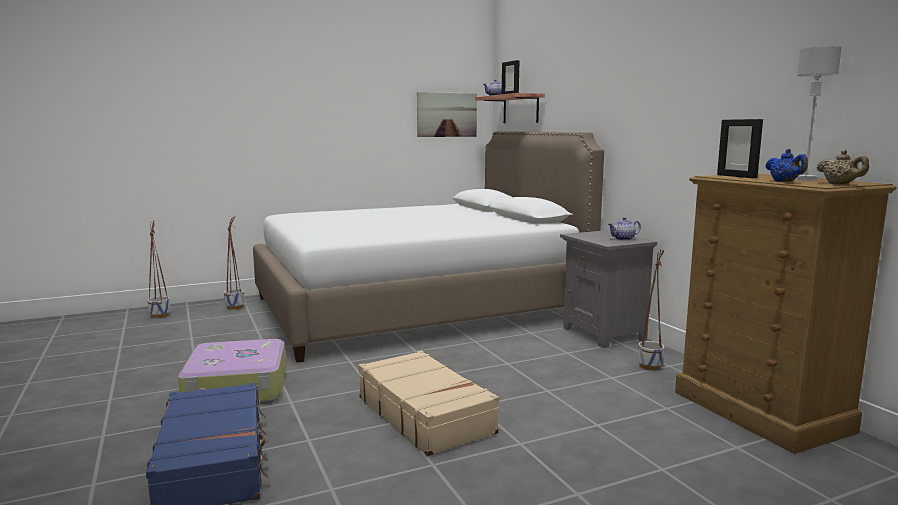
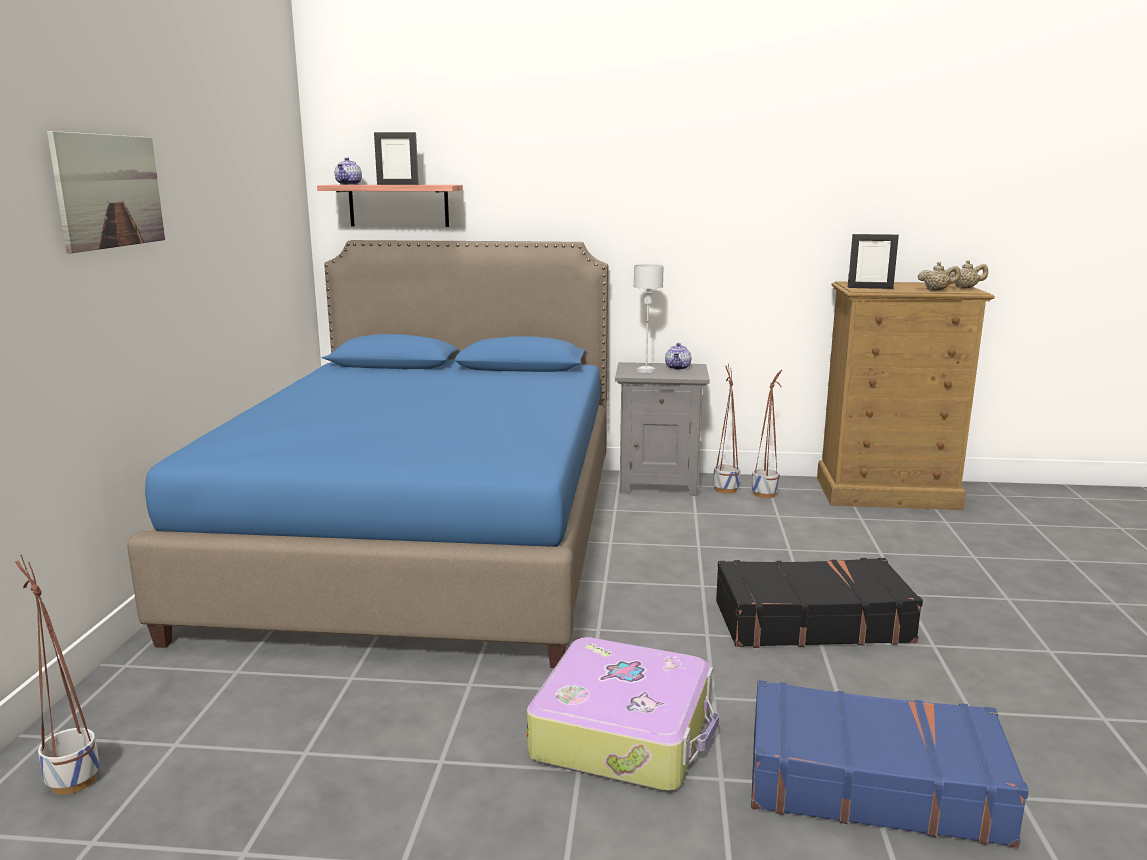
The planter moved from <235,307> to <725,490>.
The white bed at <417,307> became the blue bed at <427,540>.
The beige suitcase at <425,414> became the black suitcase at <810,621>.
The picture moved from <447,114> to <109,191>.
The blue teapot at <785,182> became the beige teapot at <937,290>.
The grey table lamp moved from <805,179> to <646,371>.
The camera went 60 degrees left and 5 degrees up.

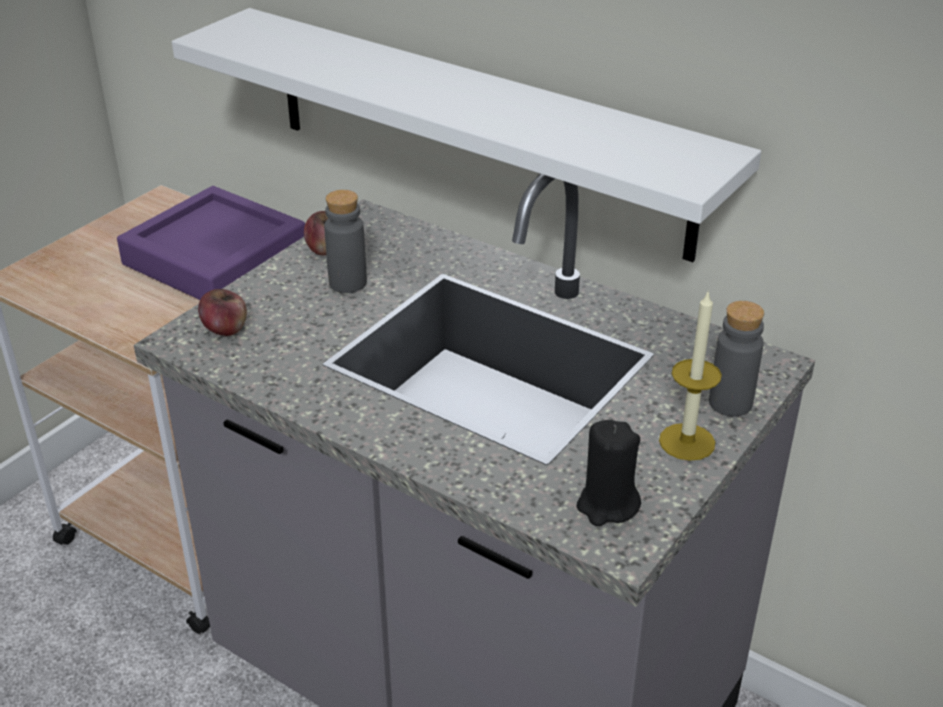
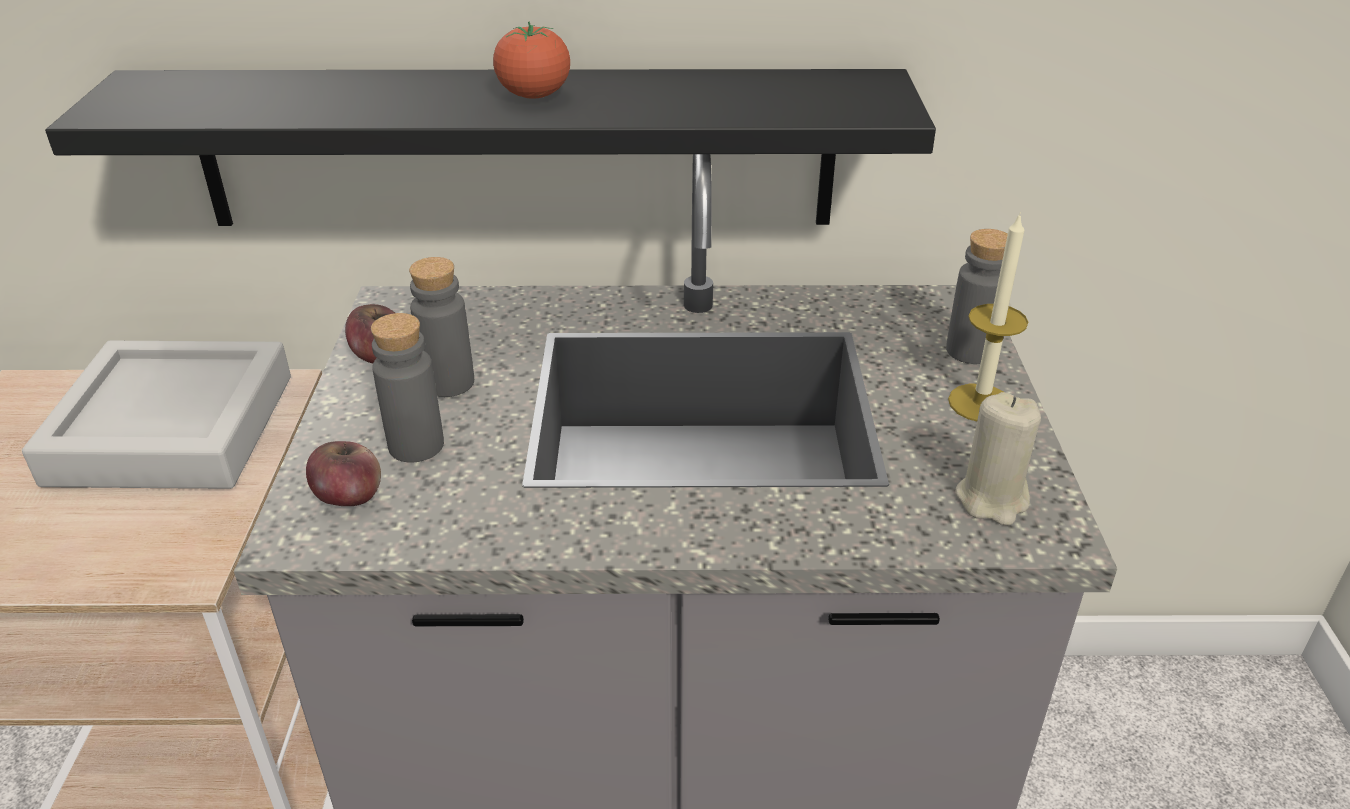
The purple tray at <215,257> became the grey tray at <173,429>.
The white shelf at <475,130> became the black shelf at <518,149>.
The black candle at <607,505> became the beige candle at <992,499>.
The grey bottle at <416,445> appeared.
The tomato at <534,96> appeared.
The camera went 35 degrees left and 0 degrees up.

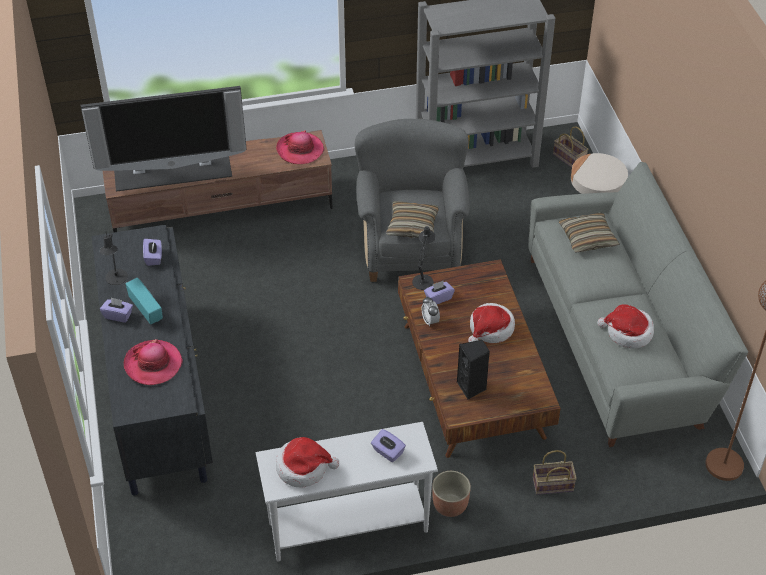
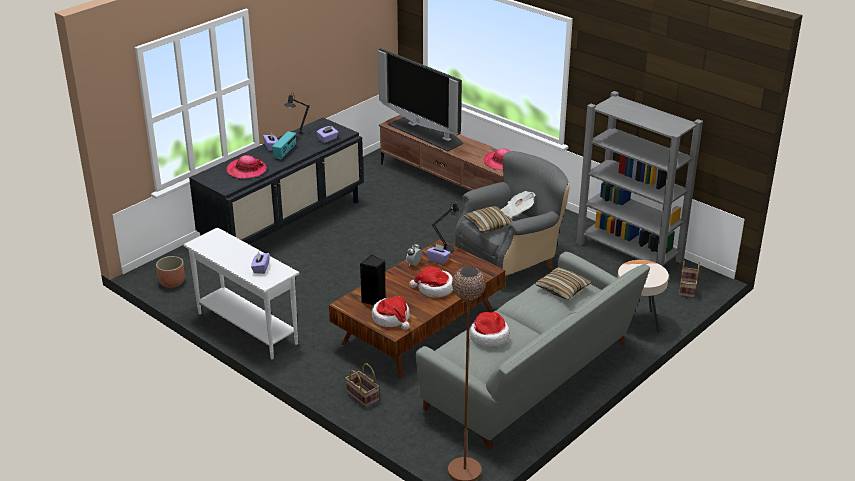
The hat moved from <303,468> to <391,318>.
The planter moved from <450,504> to <172,282>.
The newspaper at <517,212> appeared.
The camera went 55 degrees right and 15 degrees down.

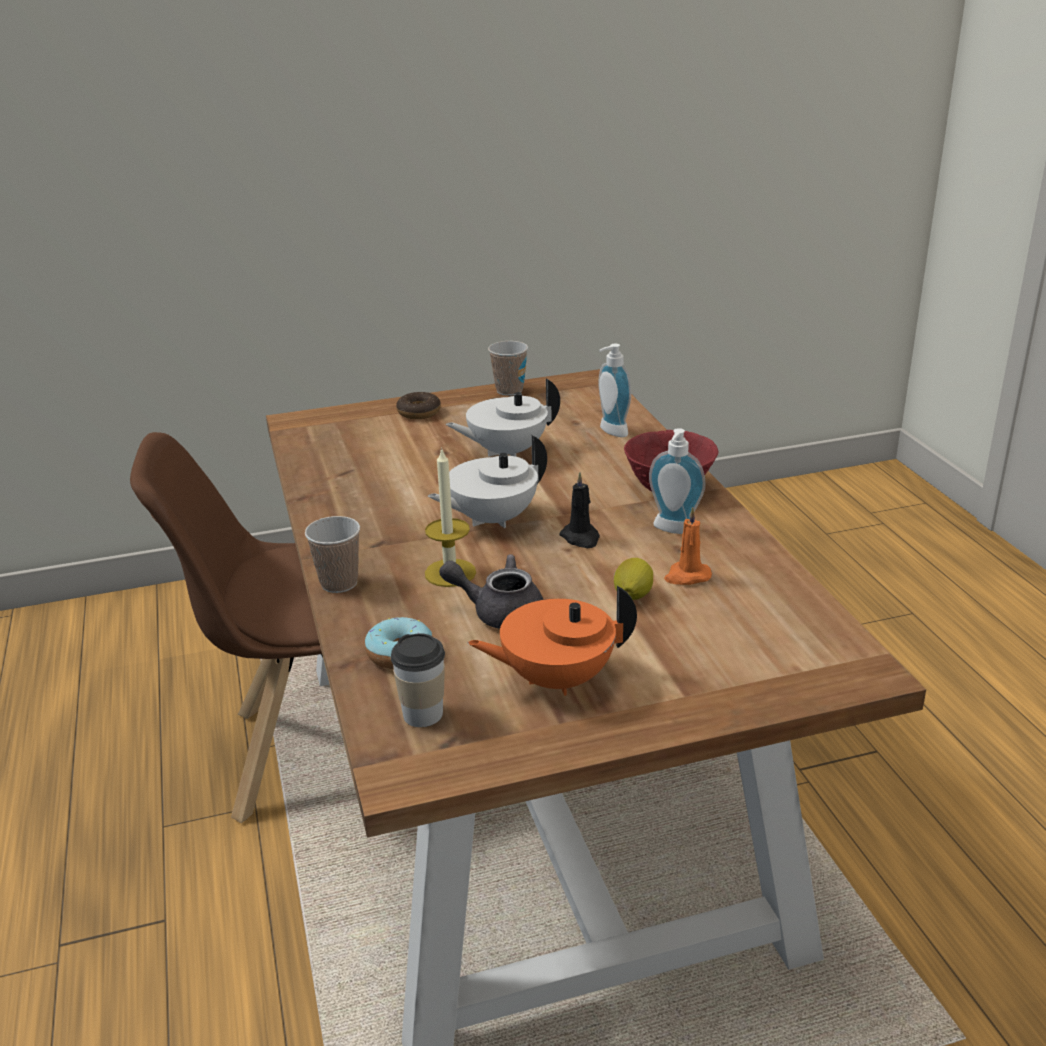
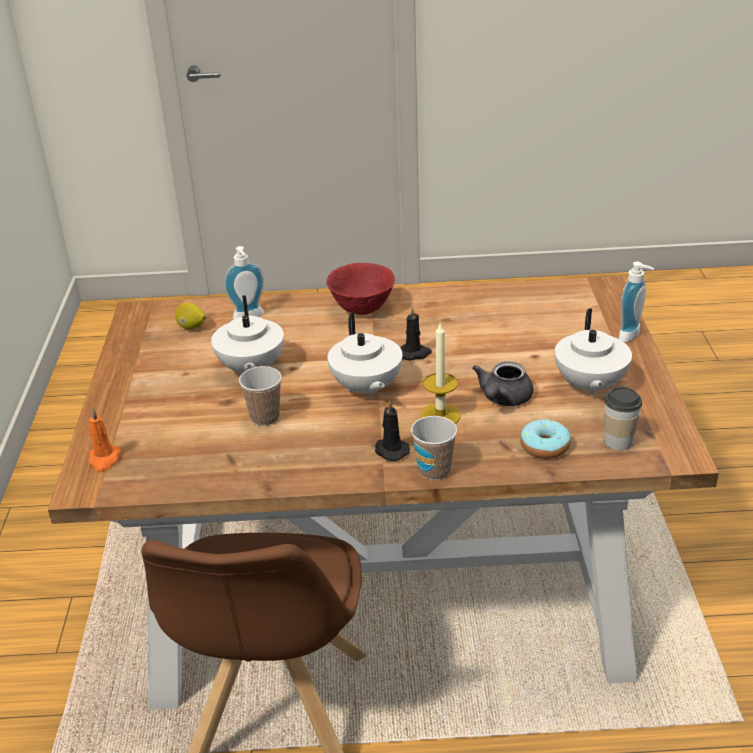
The donut at <419,412> disappeared.
The orange teapot at <556,679> became the white teapot at <589,386>.
The cup moved from <509,390> to <265,417>.
The lemon moved from <632,596> to <191,327>.
The soap dispenser moved from <673,530> to <632,336>.
The orange candle moved from <687,576> to <104,459>.
The black candle at <390,450> appeared.
The camera went 75 degrees left and 5 degrees up.

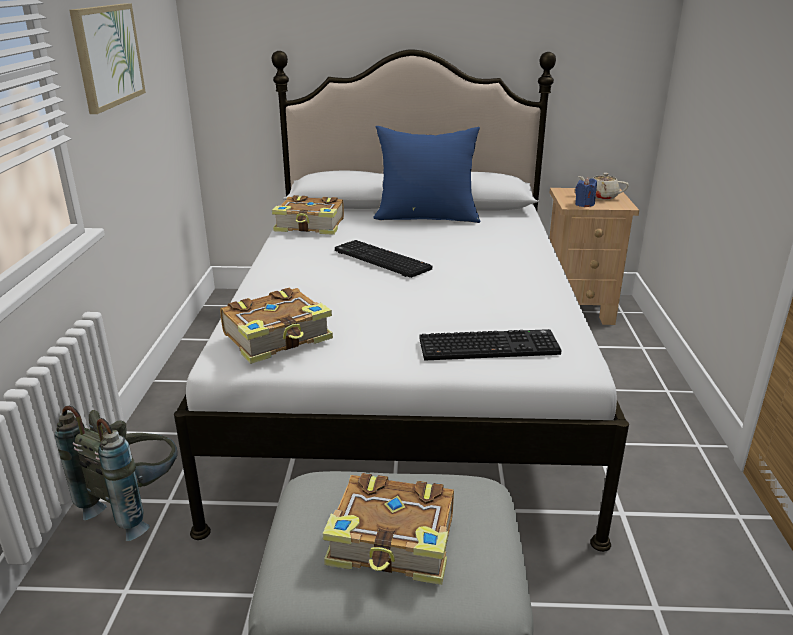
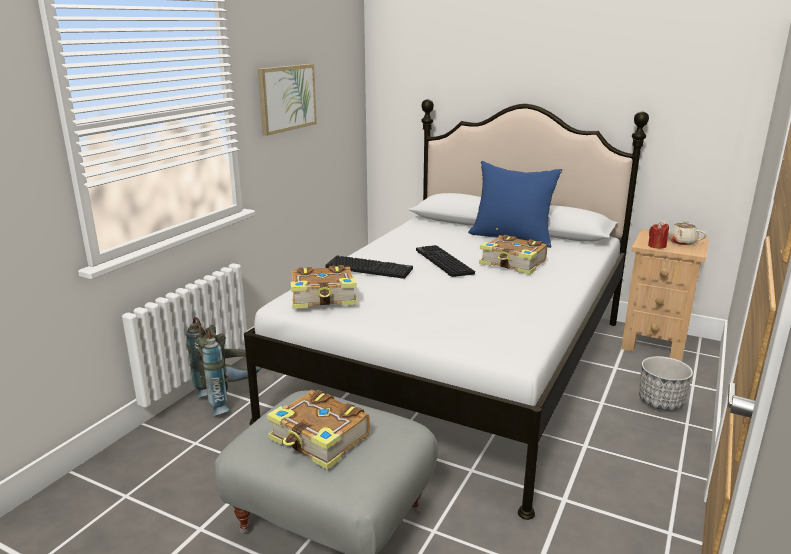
The book moved from <311,226> to <513,263>.
The keyboard moved from <489,346> to <370,268>.
The blue candle at <584,204> became the red candle at <656,246>.
The planter at <661,402> appeared.
The camera went 25 degrees right and 5 degrees down.

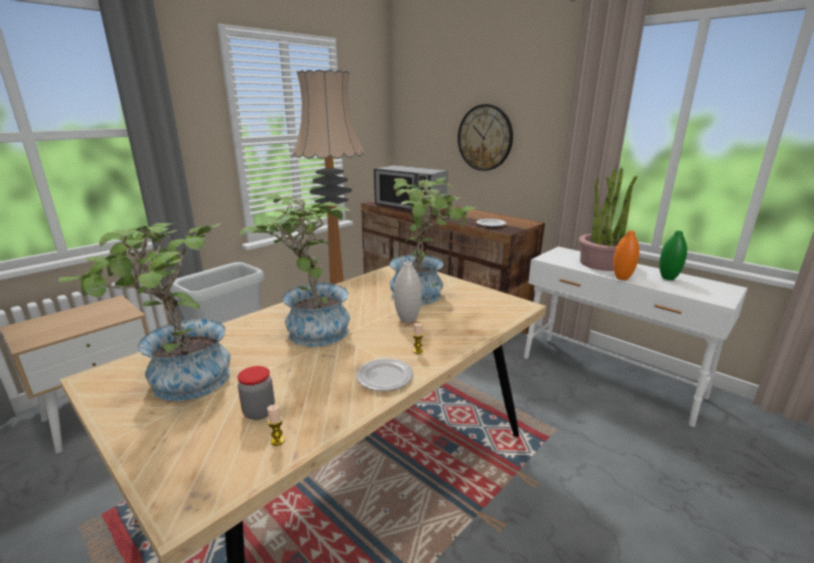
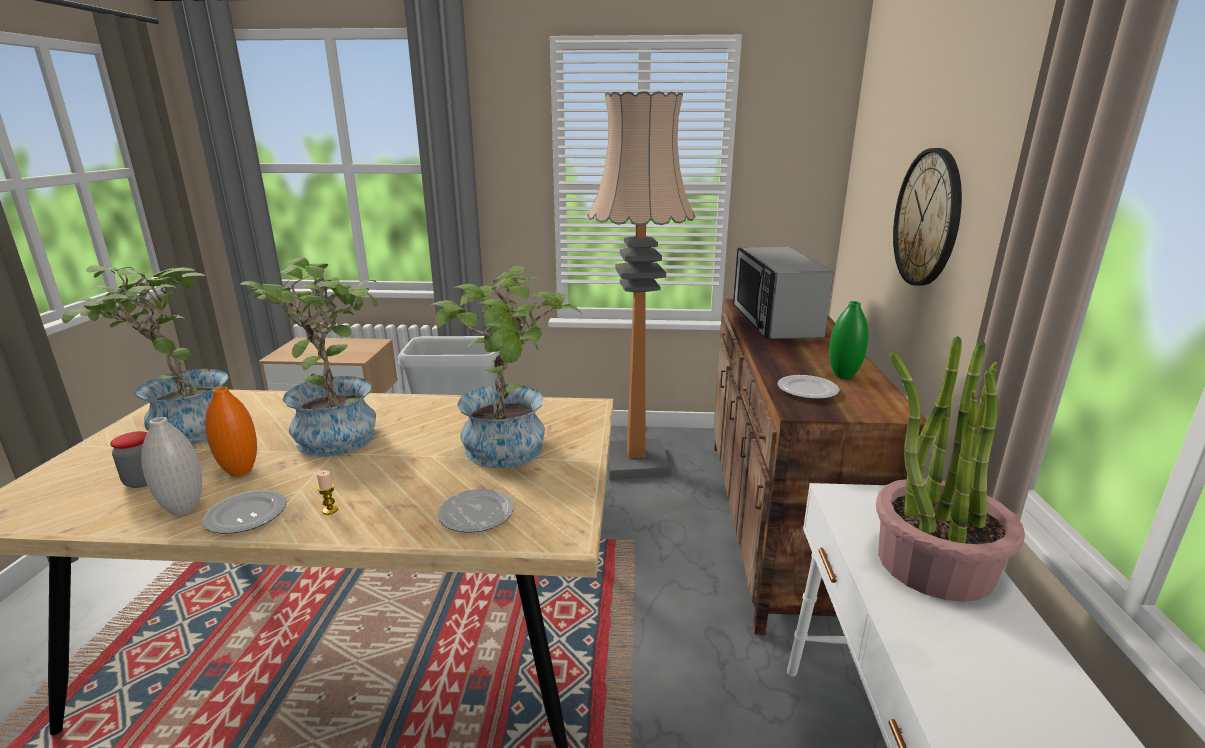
The candle at <277,441> disappeared.
The white vase moved from <407,319> to <184,509>.
The orange vase moved from <622,278> to <240,471>.
The green vase moved from <668,278> to <843,376>.
The plate at <475,514> appeared.
The camera went 50 degrees right and 0 degrees up.

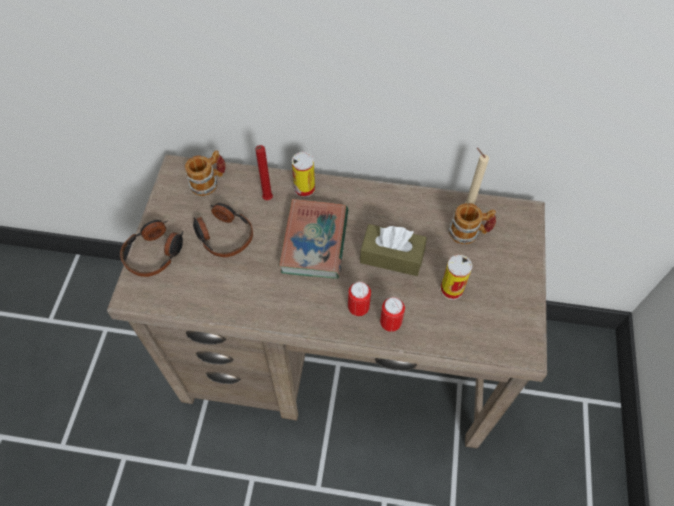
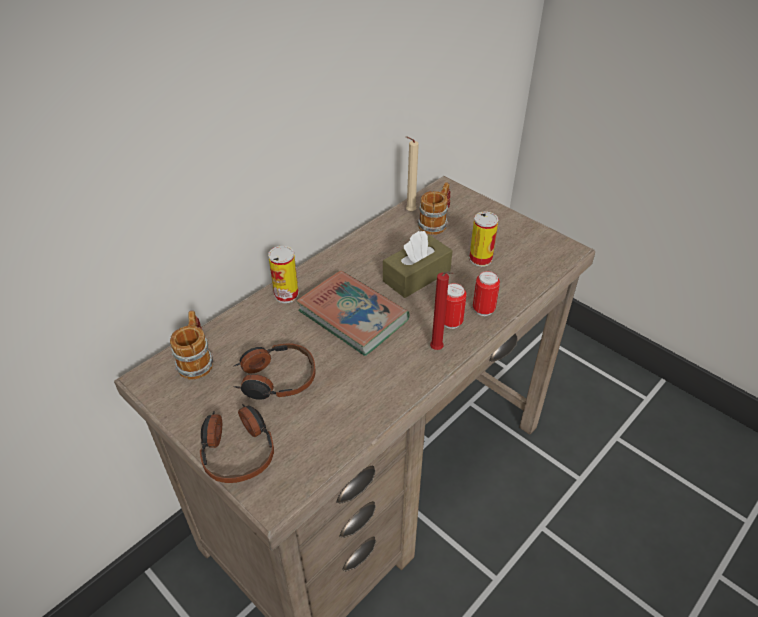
The red candle moved from <267,200> to <438,350>.
The camera went 55 degrees left and 15 degrees down.

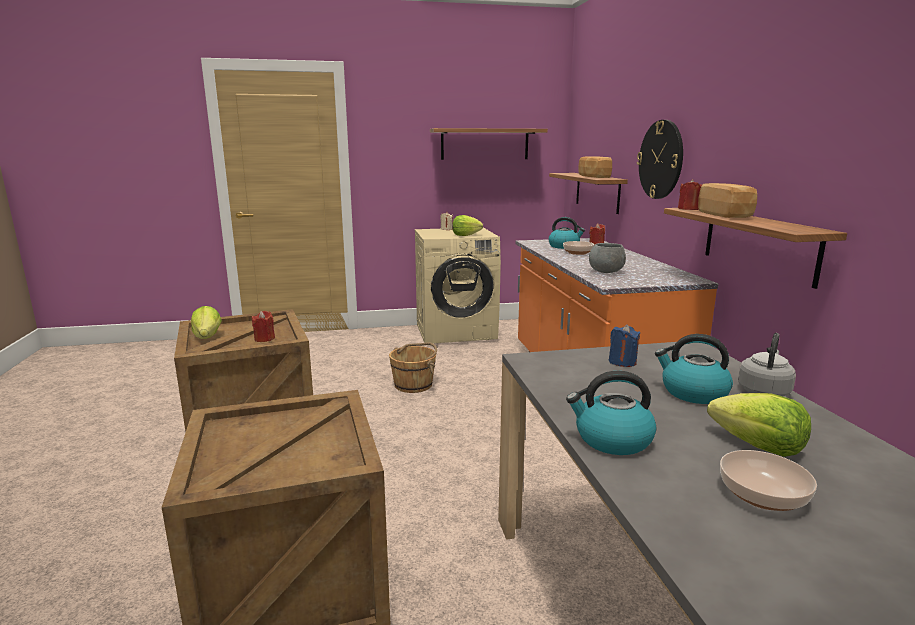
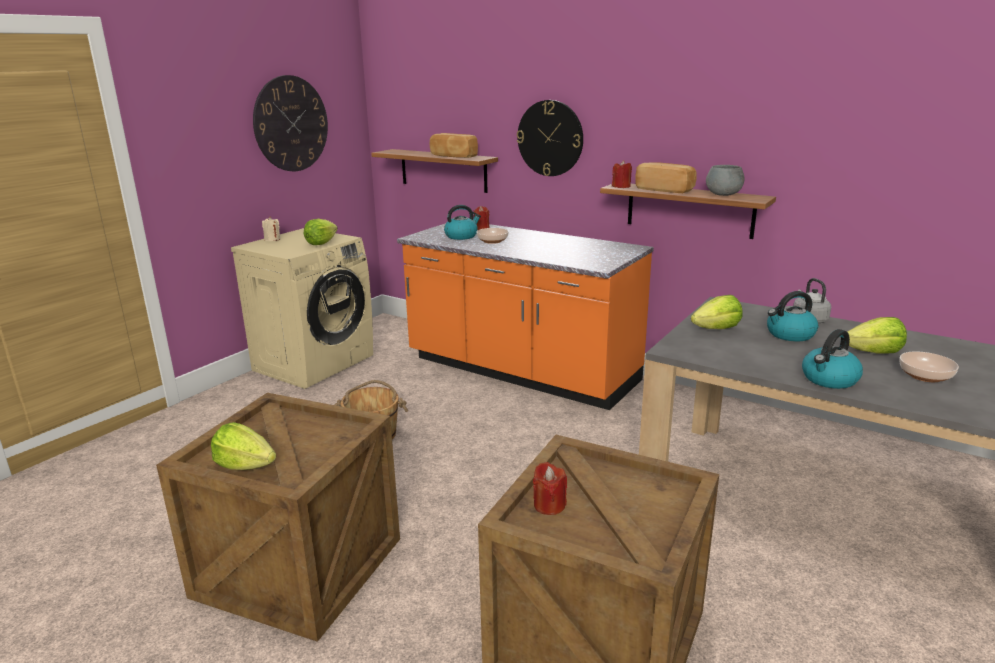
The red candle moved from <264,339> to <549,505>.
The shelf at <485,144> was replaced by the wall clock at <291,124>.
The grey bowl moved from <606,272> to <723,194>.
The blue candle at <622,362> was replaced by the lettuce at <717,329>.
The camera went 45 degrees left and 5 degrees up.

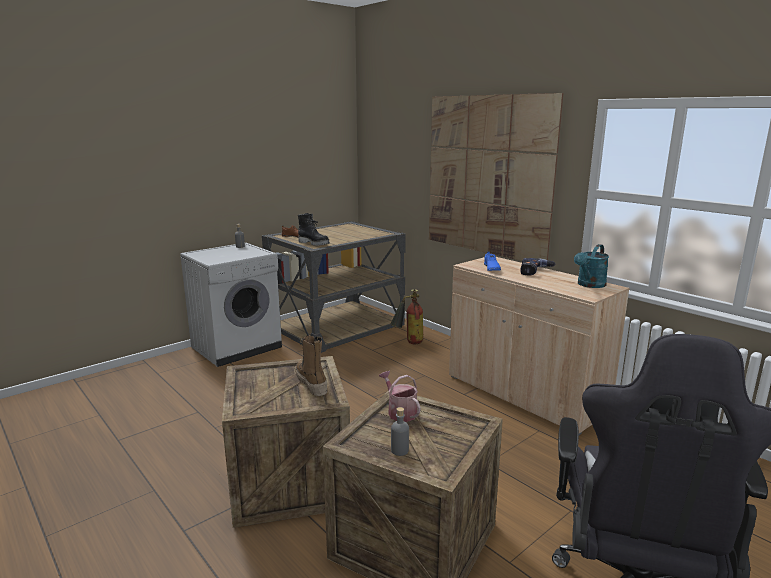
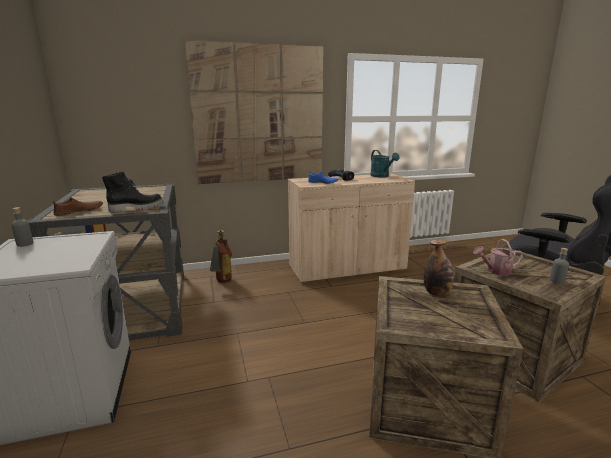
The boot at <311,383> was replaced by the bottle at <437,293>.
The camera went 65 degrees left and 0 degrees up.

